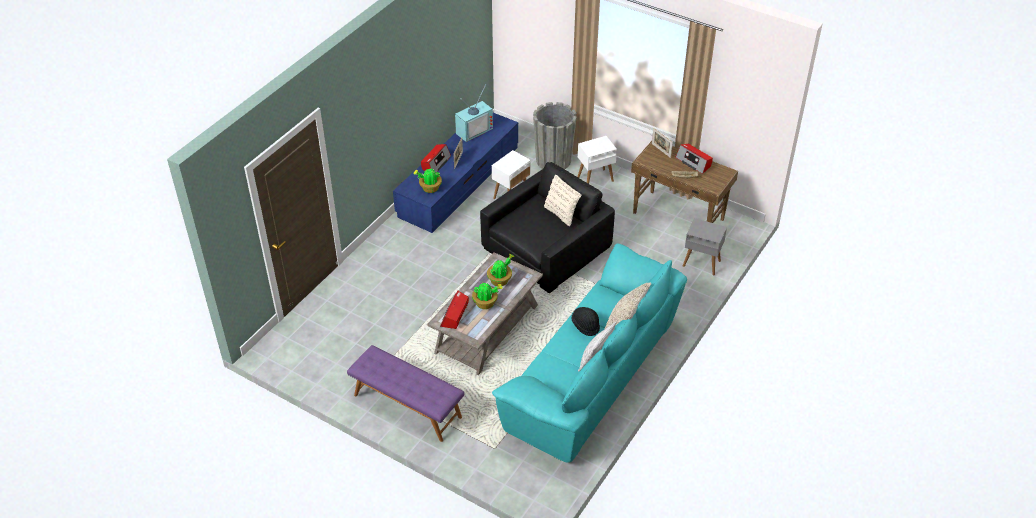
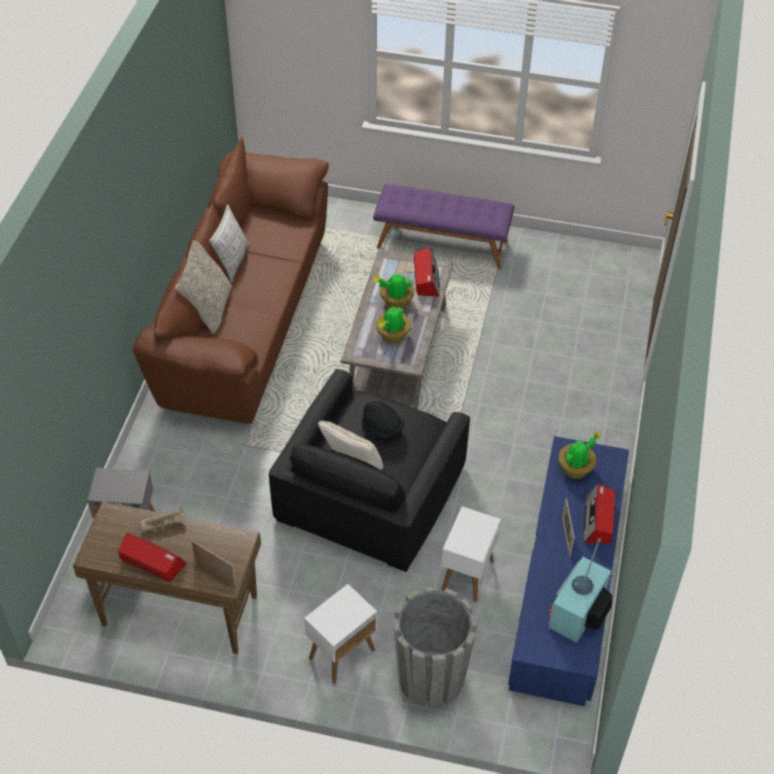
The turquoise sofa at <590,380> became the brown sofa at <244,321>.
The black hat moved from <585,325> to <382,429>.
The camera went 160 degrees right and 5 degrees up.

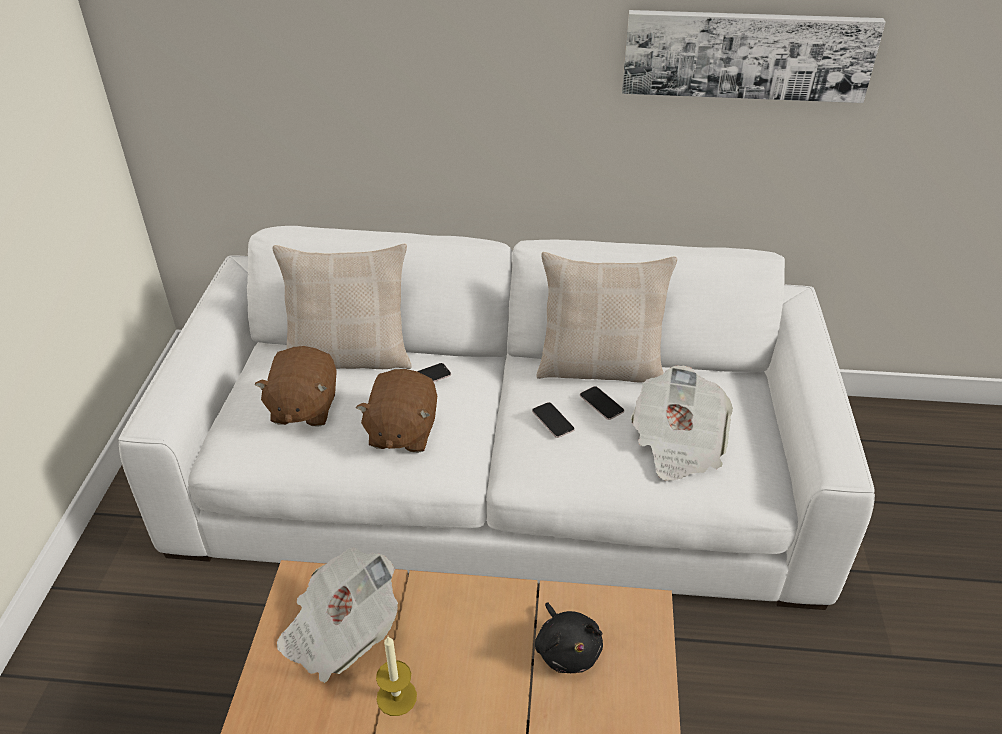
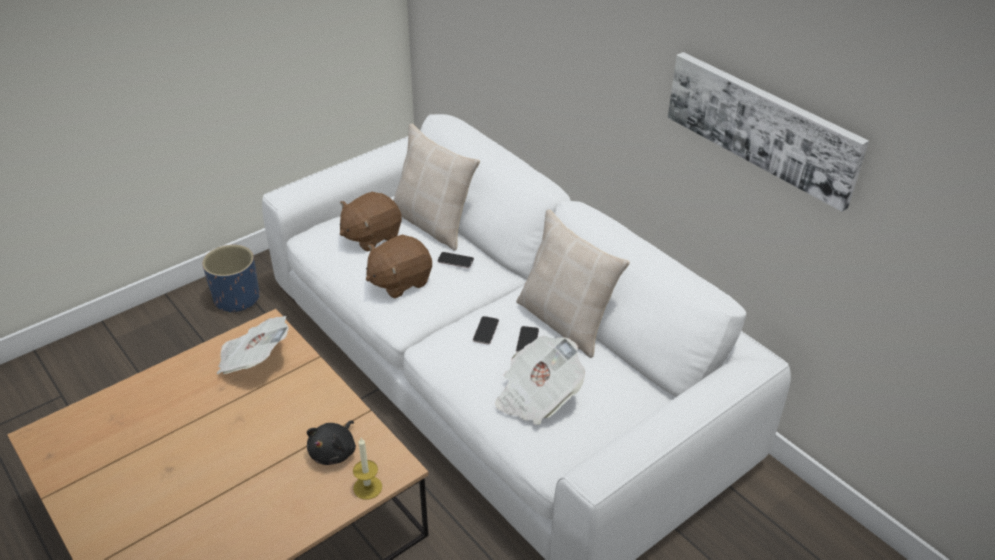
The candle moved from <396,697> to <367,487>.
The blue planter at <237,299> appeared.
The camera went 45 degrees right and 0 degrees up.

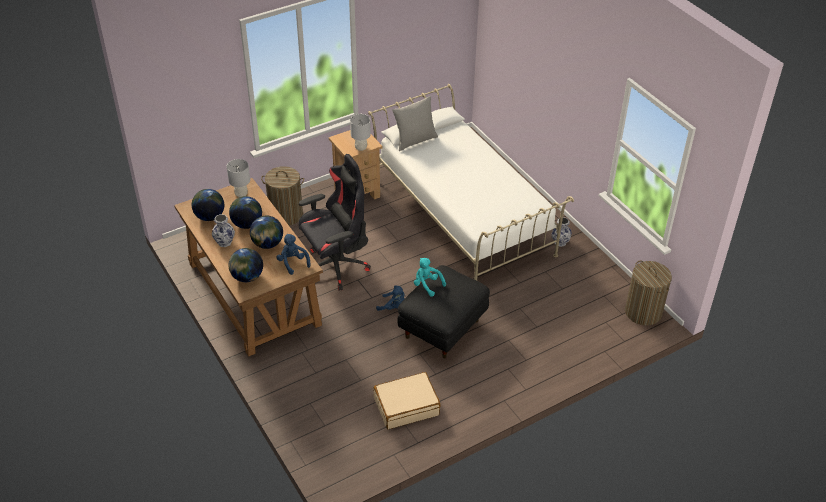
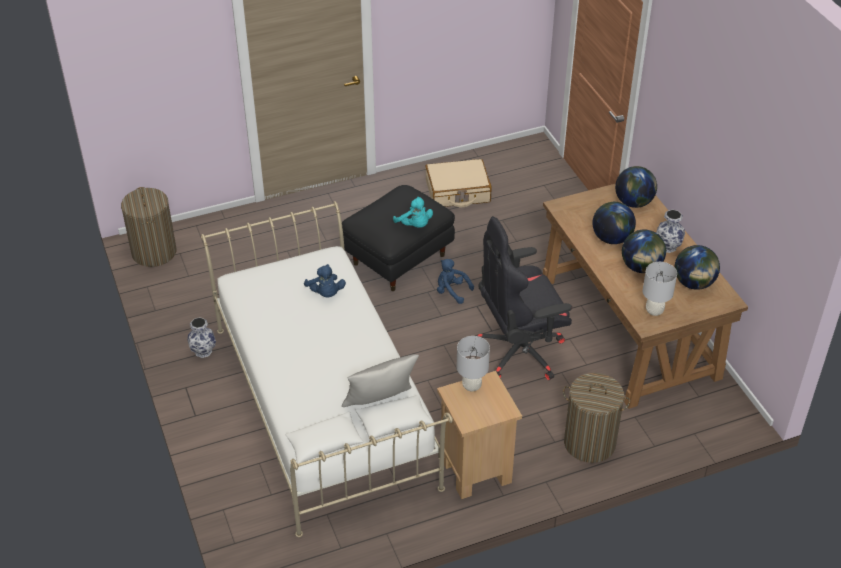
The blue plush toy moved from <293,263> to <325,293>.
The camera went 170 degrees left and 0 degrees up.

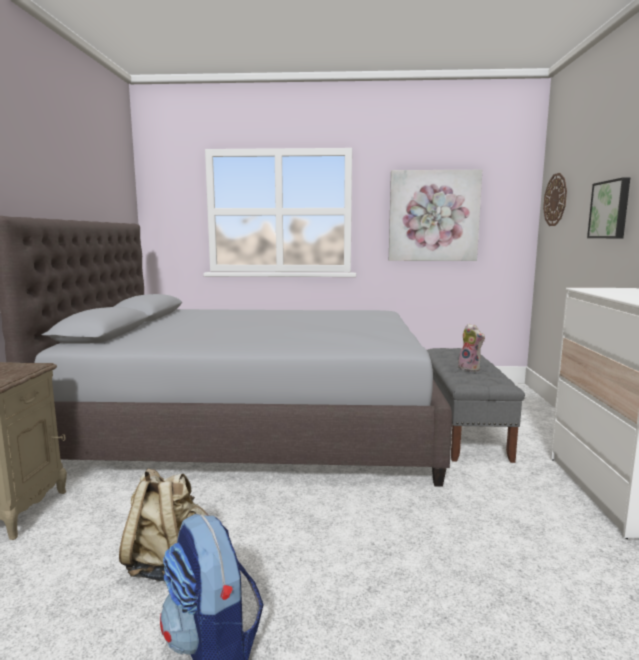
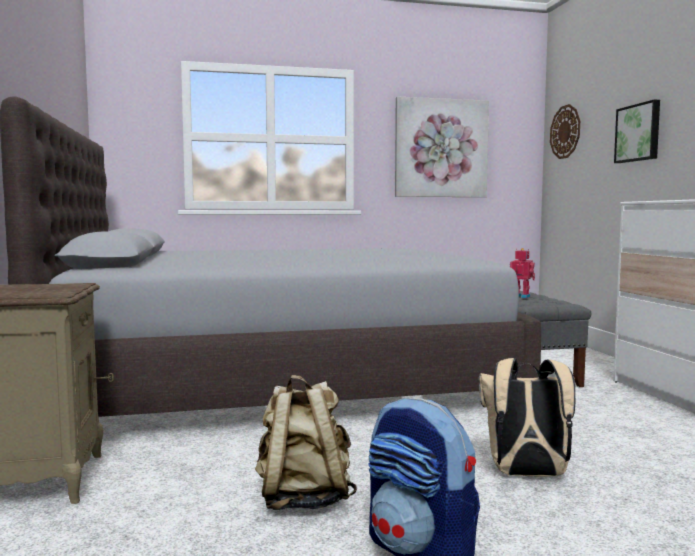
The plush toy at <470,368> was replaced by the toy robot at <521,296>.
The beige backpack at <526,474> appeared.
The camera went 15 degrees left and 5 degrees down.

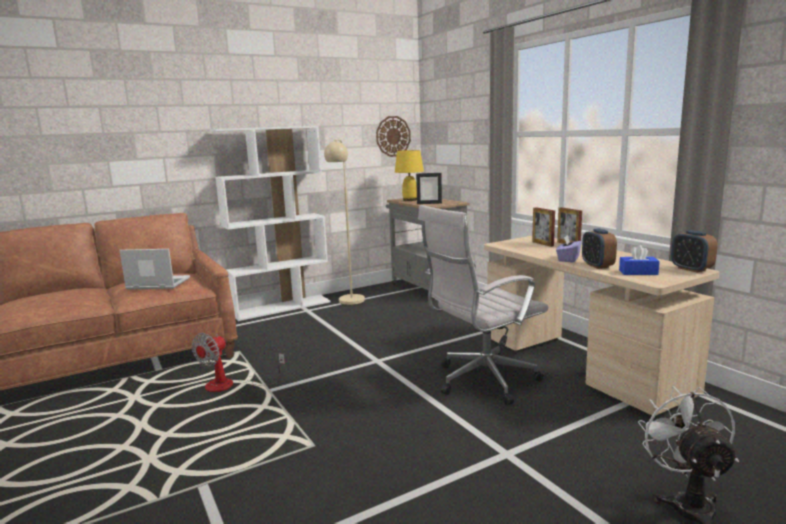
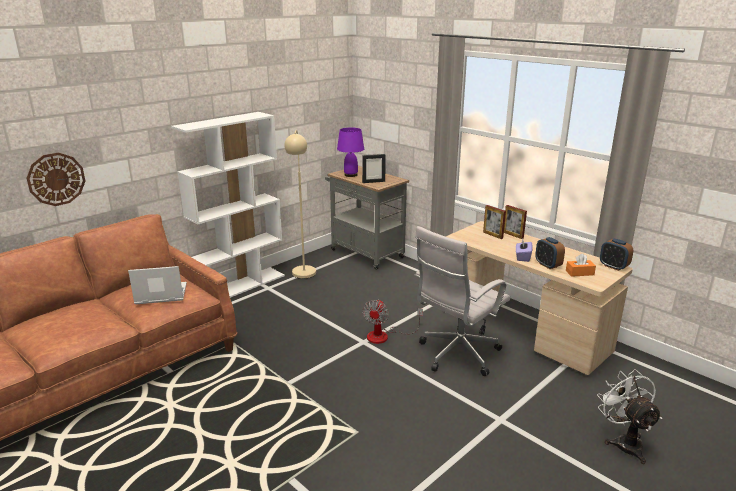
The fan moved from <230,385> to <384,336>.
The wall clock moved from <393,136> to <56,179>.
The yellow table lamp at <409,200> became the purple table lamp at <350,175>.
The blue tissue box at <638,272> became the orange tissue box at <579,273>.
The camera went 15 degrees left and 10 degrees up.

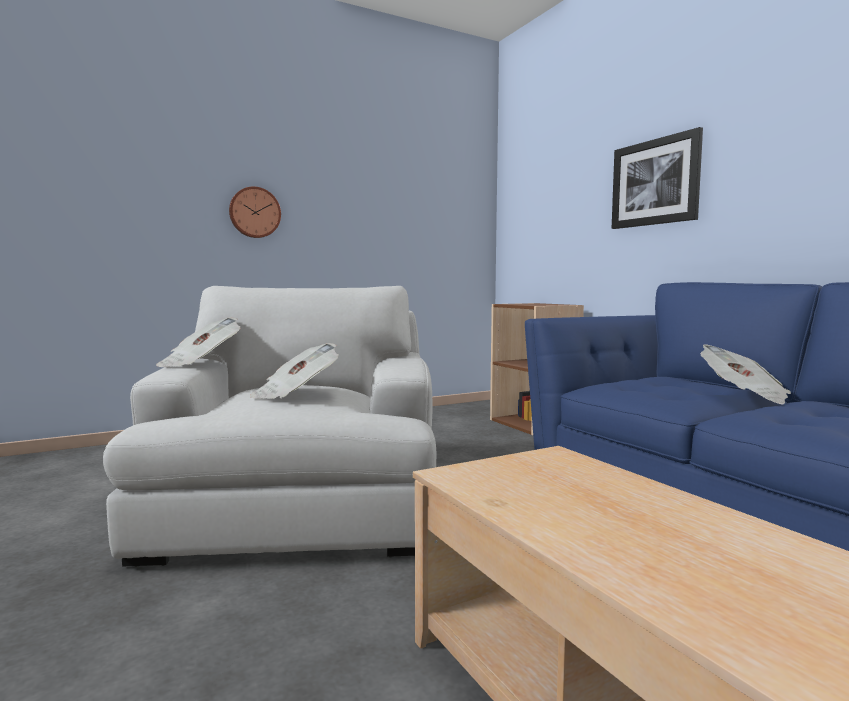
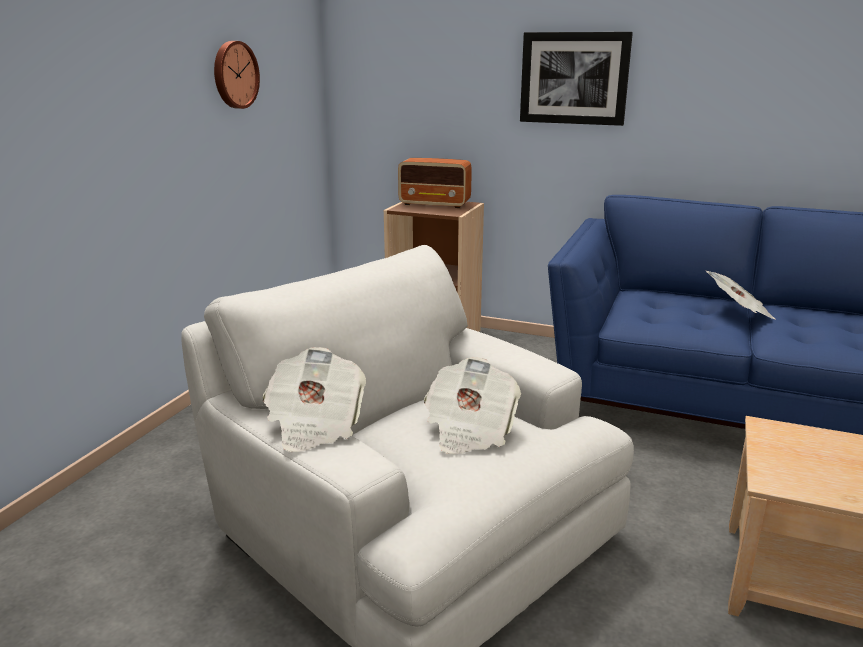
The wall clock moved from <254,212> to <234,75>.
The radio at <435,204> appeared.
The camera went 40 degrees left and 15 degrees up.

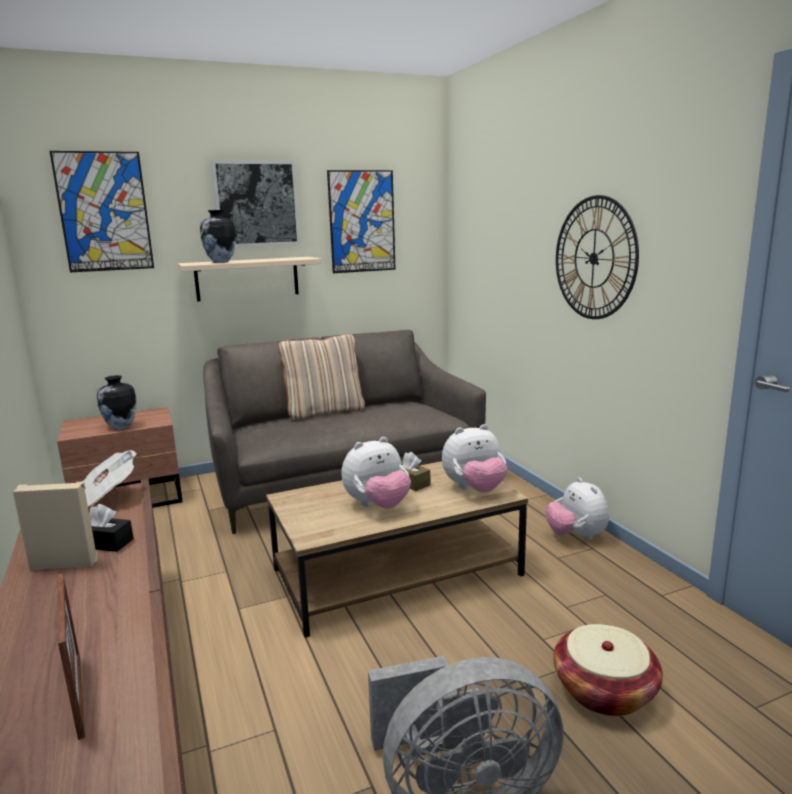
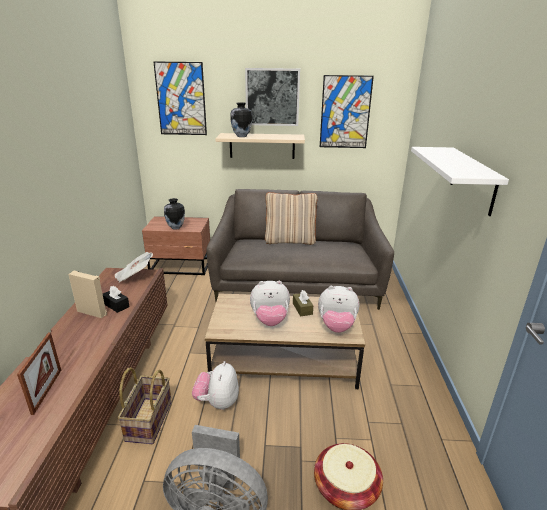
The plush toy moved from <576,536> to <217,402>.
The wall clock at <594,258> was replaced by the white shelf at <473,180>.
The basket at <148,420> appeared.
The camera went 25 degrees right and 10 degrees up.

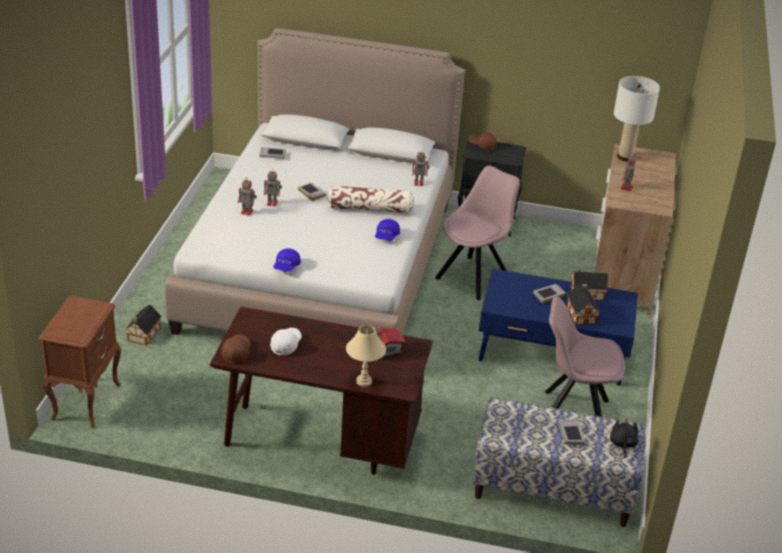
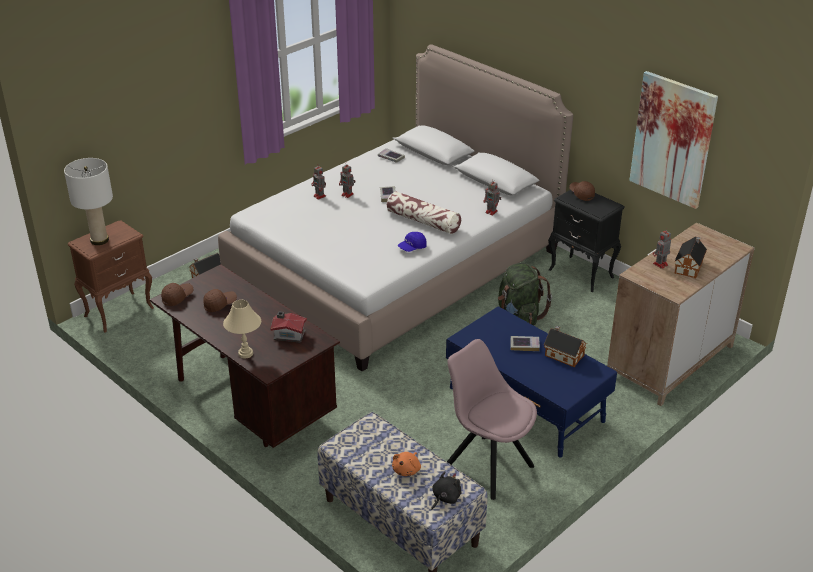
The white cap at <286,344> became the brown cap at <220,304>.
The blue cap at <286,266> disappeared.
The pink chair at <473,277> was replaced by the green backpack at <519,317>.
The book at <570,434> was replaced by the orange plush toy at <407,470>.
The toy house moved from <581,314> to <689,266>.
The white table lamp moved from <625,157> to <99,240>.
The picture at <672,139> appeared.
The camera went 35 degrees right and 0 degrees up.

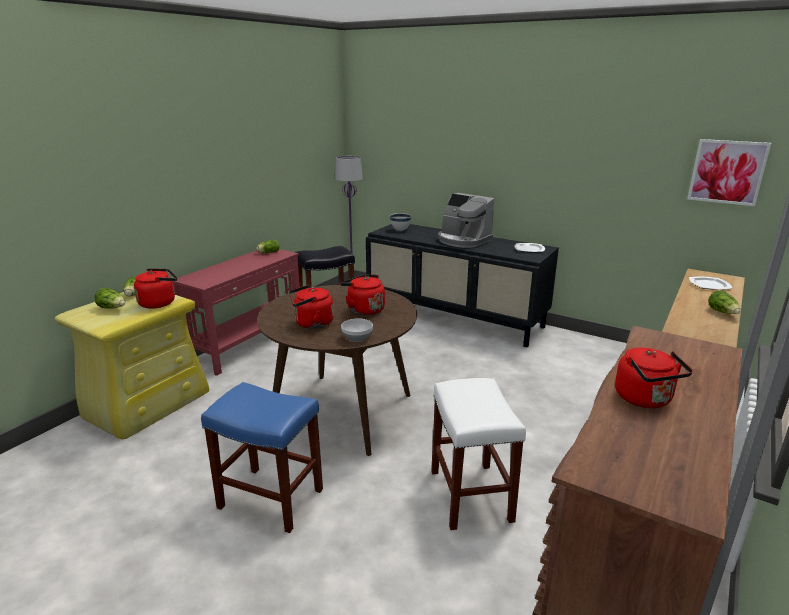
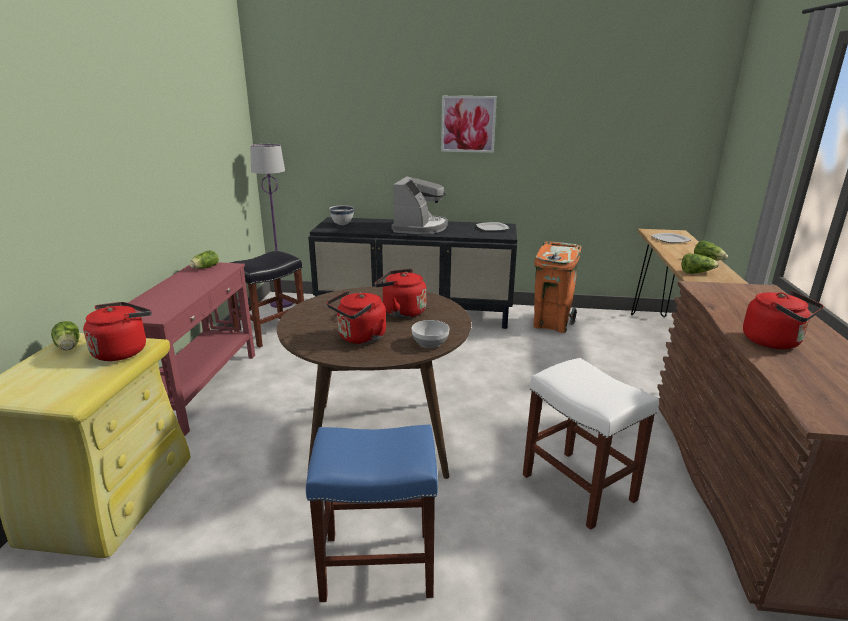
The lettuce moved from <113,308> to <696,272>.
The coffee machine at <463,240> turned 90 degrees counterclockwise.
The picture moved from <727,172> to <468,124>.
The orange trash can at <551,324> appeared.
The camera went 25 degrees left and 0 degrees up.

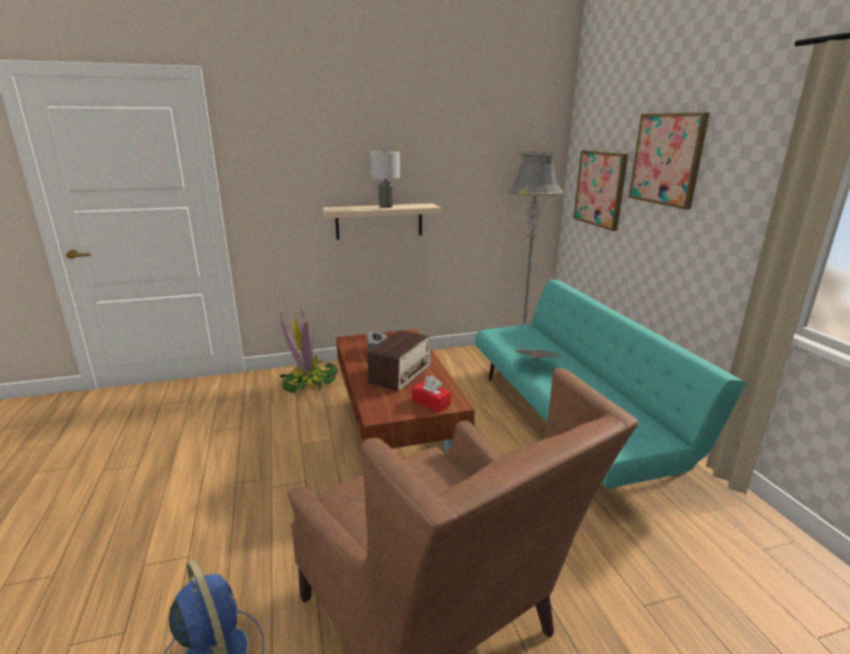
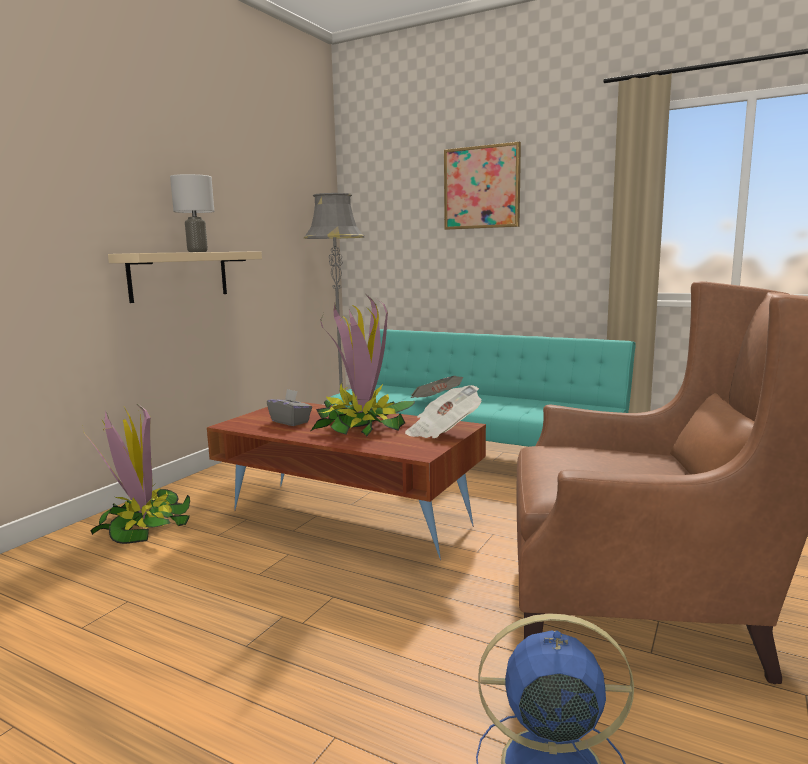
The radio at <400,373> was replaced by the potted plant at <361,426>.
The red tissue box at <431,403> was replaced by the newspaper at <443,431>.
The picture at <600,189> disappeared.
The camera went 45 degrees left and 10 degrees down.

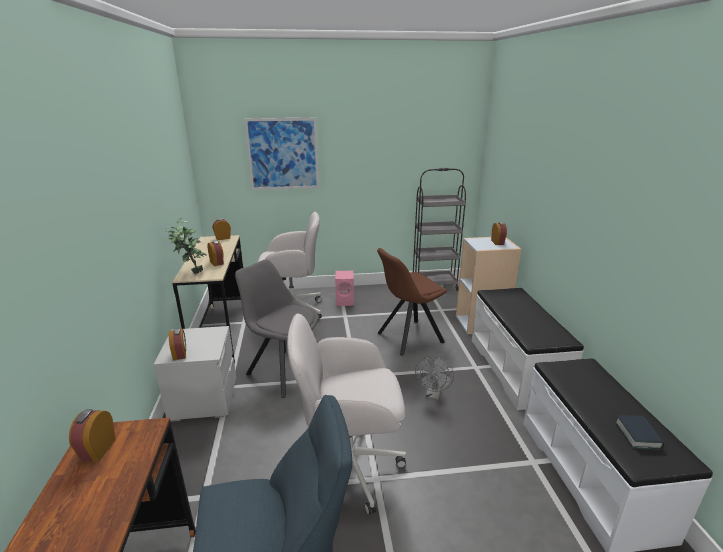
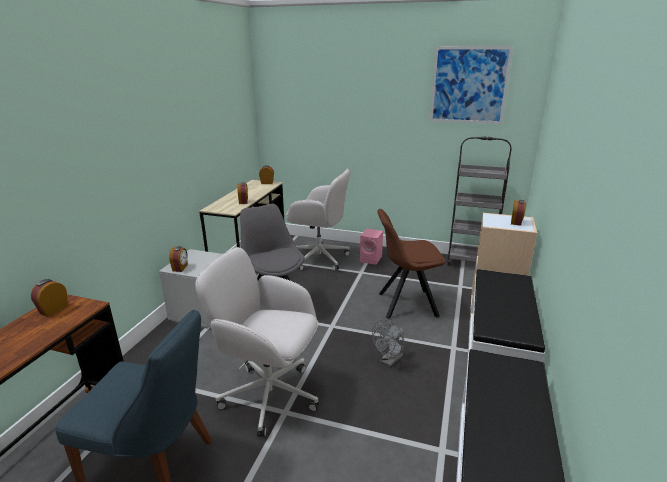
The potted plant at <191,272> disappeared.
The picture moved from <283,154> to <469,85>.
The book at <637,435> disappeared.
The camera went 25 degrees right and 0 degrees up.

